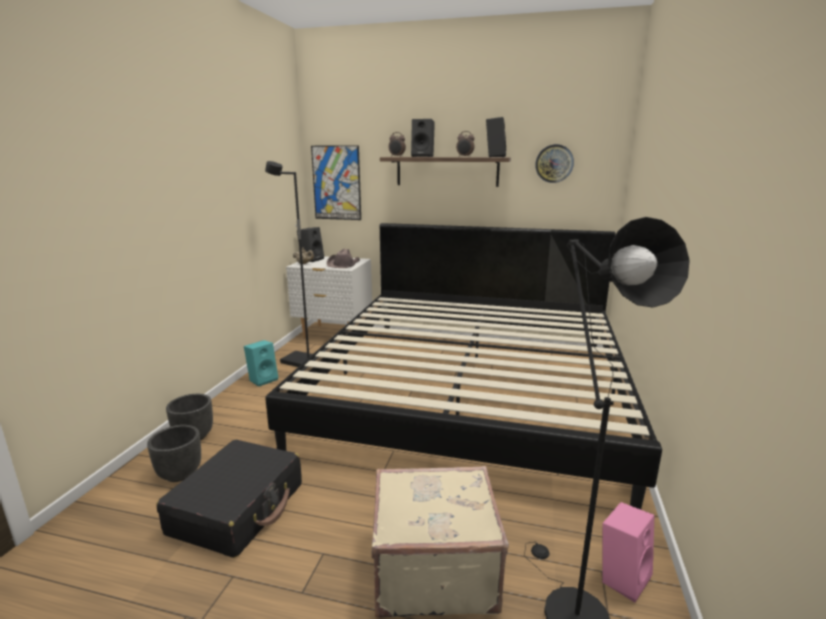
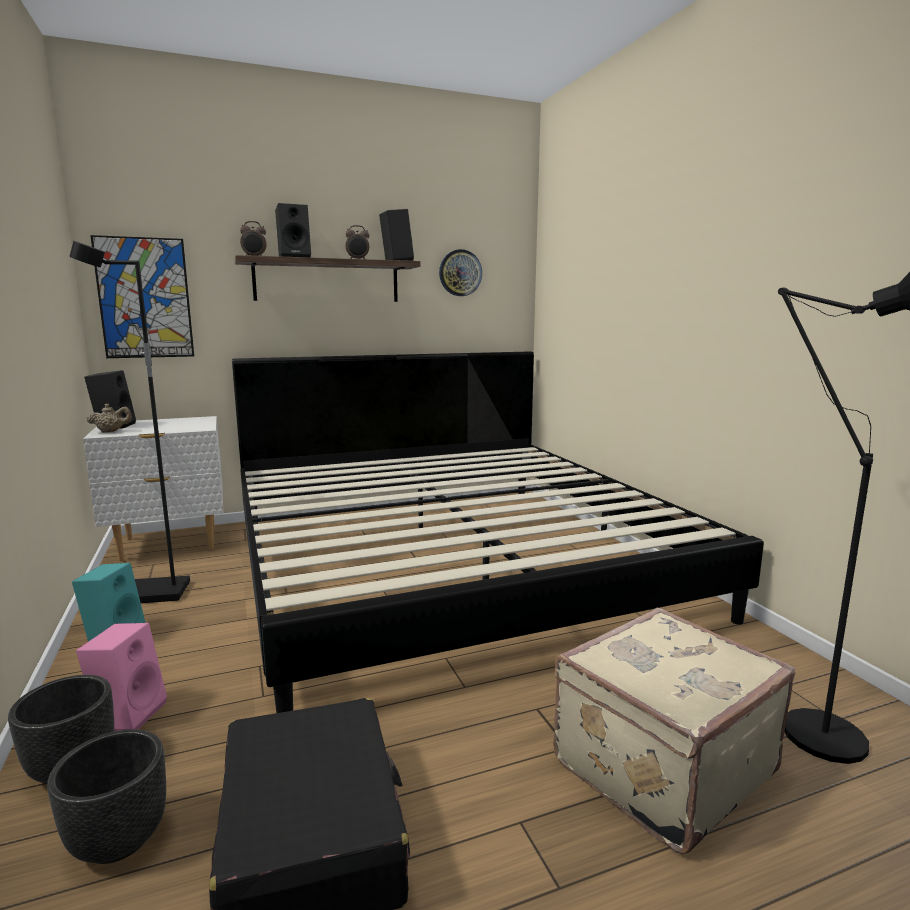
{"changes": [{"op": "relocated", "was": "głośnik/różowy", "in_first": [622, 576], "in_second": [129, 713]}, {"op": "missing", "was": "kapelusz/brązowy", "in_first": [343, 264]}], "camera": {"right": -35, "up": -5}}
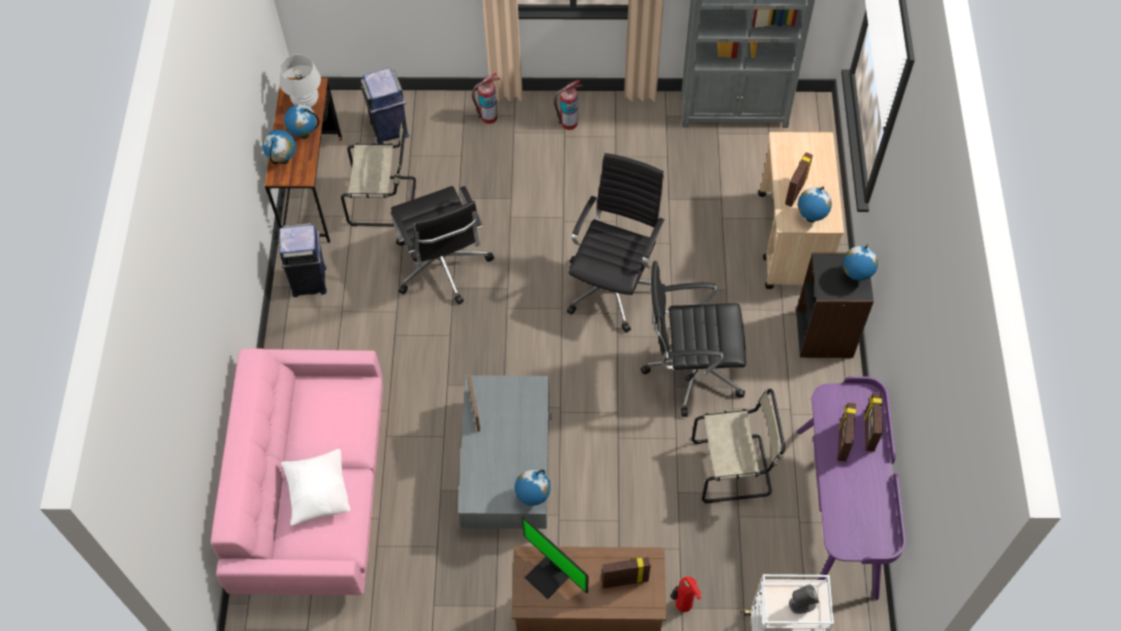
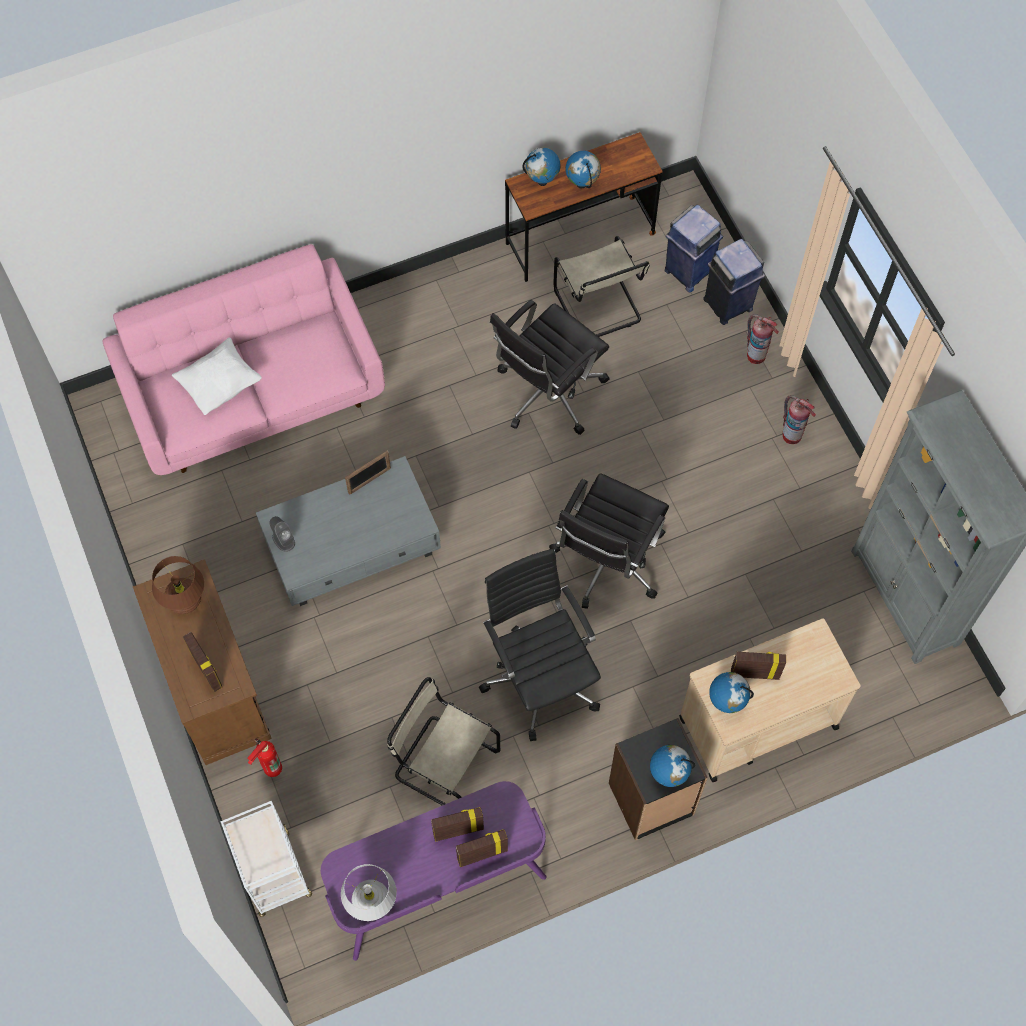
{"changes": [{"op": "exchanged", "was": "monitor", "now": "lampa stołowa/brązowy", "in_first": [549, 576], "in_second": [185, 602]}, {"op": "relocated", "was": "głośnik/szary", "in_first": [802, 603], "in_second": [283, 540]}, {"op": "relocated", "was": "lampa stołowa/biały", "in_first": [306, 102], "in_second": [372, 903]}, {"op": "spun", "was": "krzesło/beżowy", "in_first": [734, 468], "in_second": [443, 763], "clockwise": 150}, {"op": "spun", "was": "krzesło biurowe/czarny", "in_first": [614, 285], "in_second": [607, 562], "clockwise": 120}, {"op": "relocated", "was": "kosz na śmieci/niebieski", "in_first": [310, 281], "in_second": [728, 305]}, {"op": "missing", "was": "globus", "in_first": [533, 497]}], "camera": {"right": 65, "up": 5}}
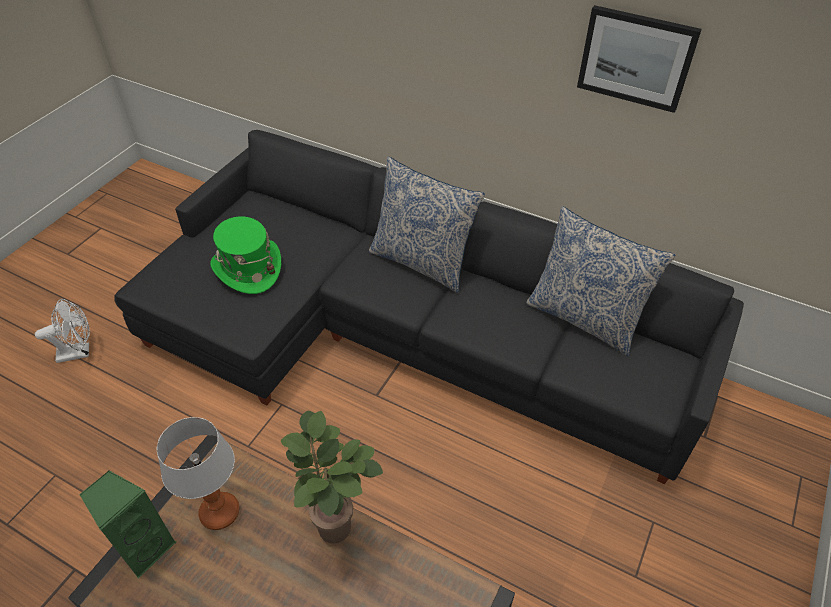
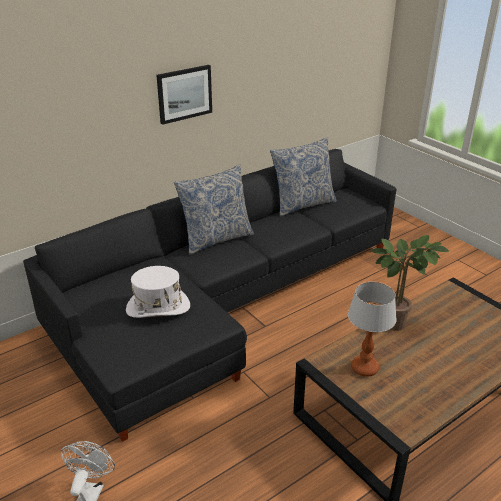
{"changes": [{"op": "colour", "was": "kapelusz/zielony", "now": "kapelusz/biały", "in_first": [247, 268], "in_second": [158, 307]}, {"op": "relocated", "was": "obraz", "in_first": [636, 58], "in_second": [184, 94]}, {"op": "missing", "was": "głośnik/zielony", "in_first": [145, 547]}], "camera": {"right": -65, "up": -15}}
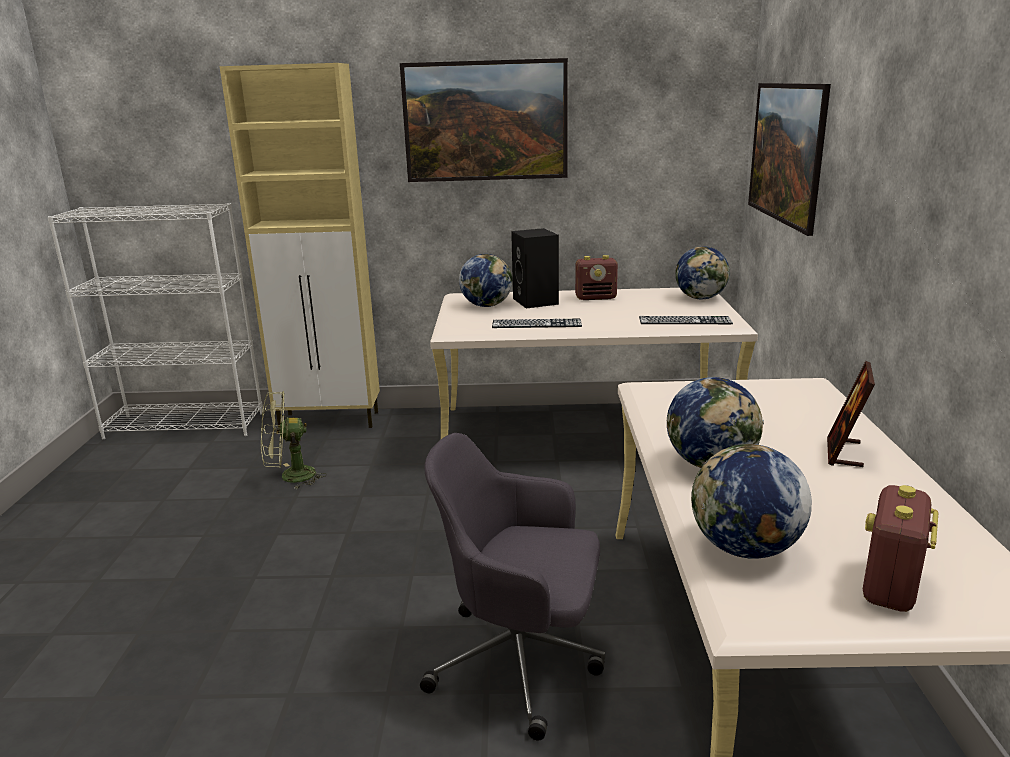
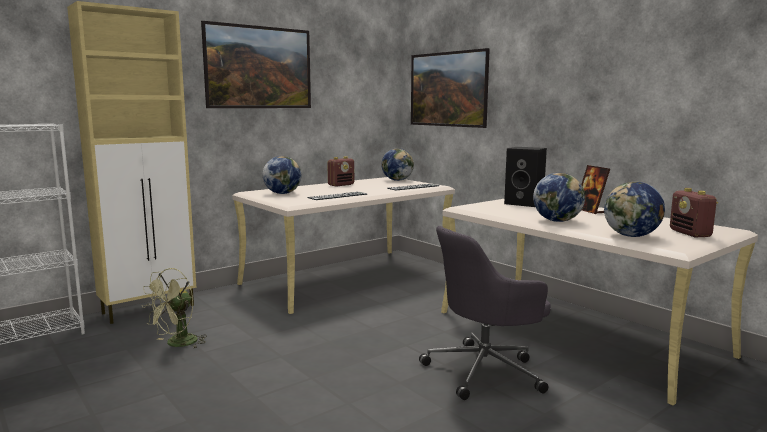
{"changes": [{"op": "relocated", "was": "głośnik/czarny", "in_first": [536, 301], "in_second": [525, 203]}], "camera": {"right": -40, "up": -10}}
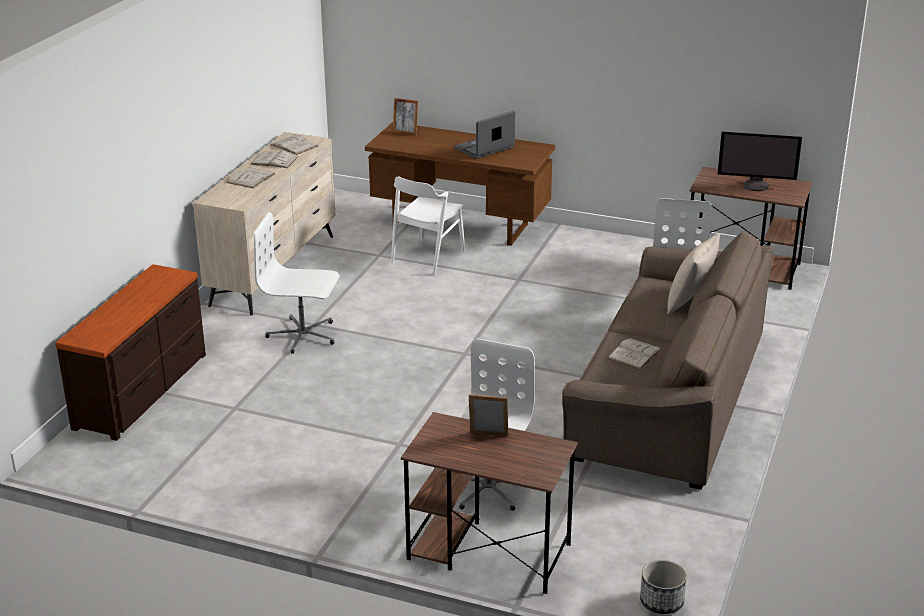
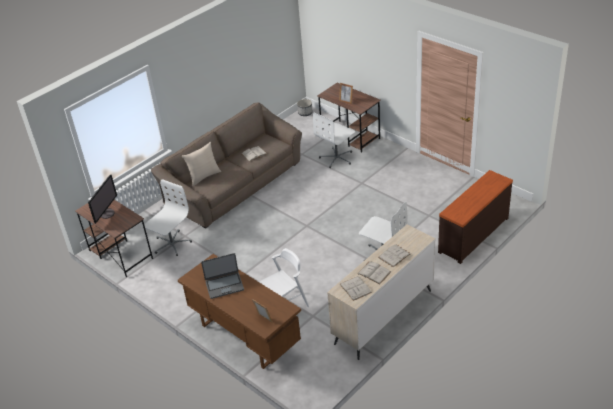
{"changes": [{"op": "spun", "was": "monitor", "in_first": [756, 185], "in_second": [106, 213], "clockwise": 75}], "camera": {"right": -155, "up": 10}}
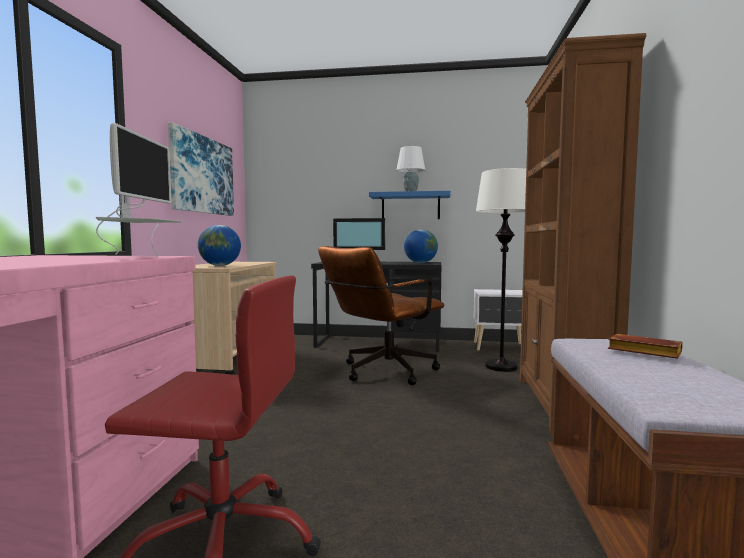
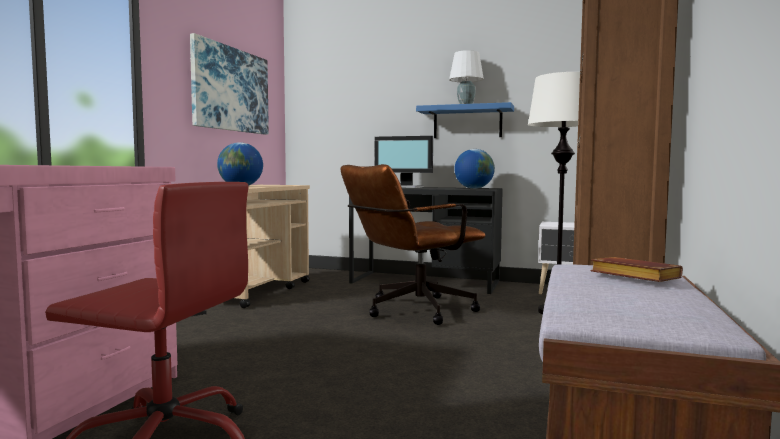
{"changes": [{"op": "missing", "was": "monitor", "in_first": [142, 257]}], "camera": {"right": 10, "up": 0}}
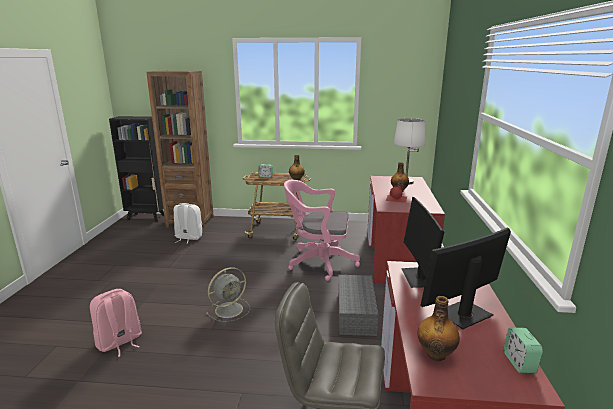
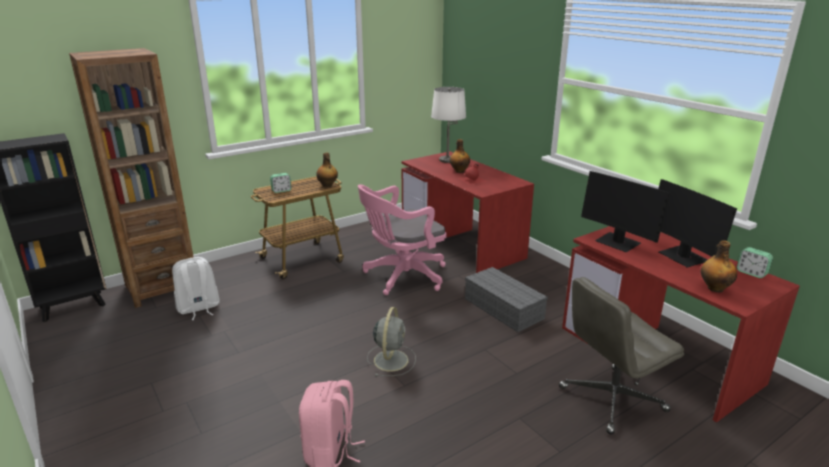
{"changes": [{"op": "spun", "was": "monitor", "in_first": [463, 314], "in_second": [682, 257], "clockwise": -45}], "camera": {"right": -40, "up": 5}}
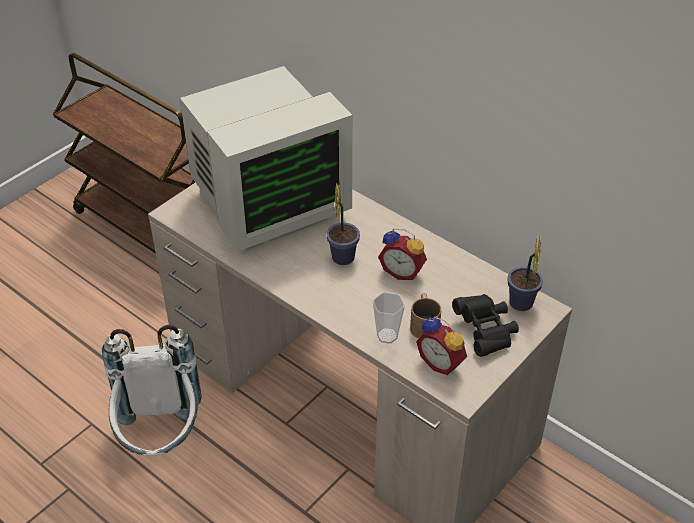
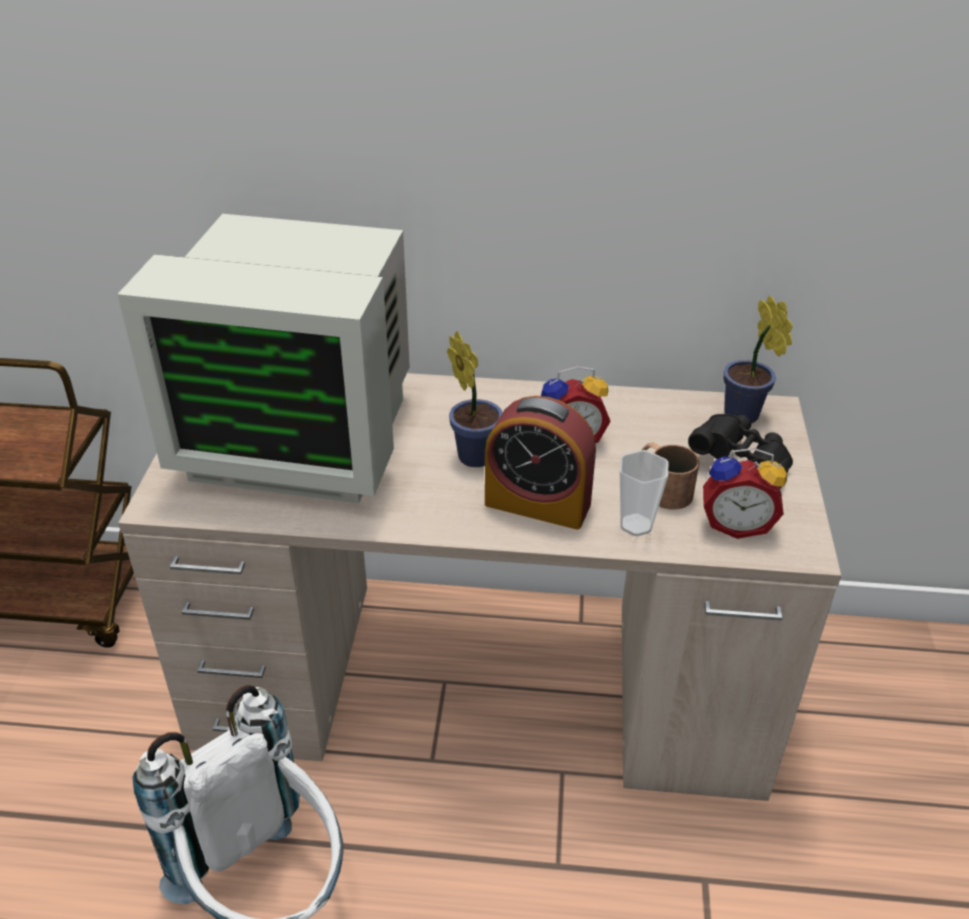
{"changes": [{"op": "spun", "was": "monitor", "in_first": [266, 205], "in_second": [301, 437], "clockwise": 75}, {"op": "appeared", "now": "budzik", "in_second": [537, 504]}], "camera": {"right": -35, "up": -5}}
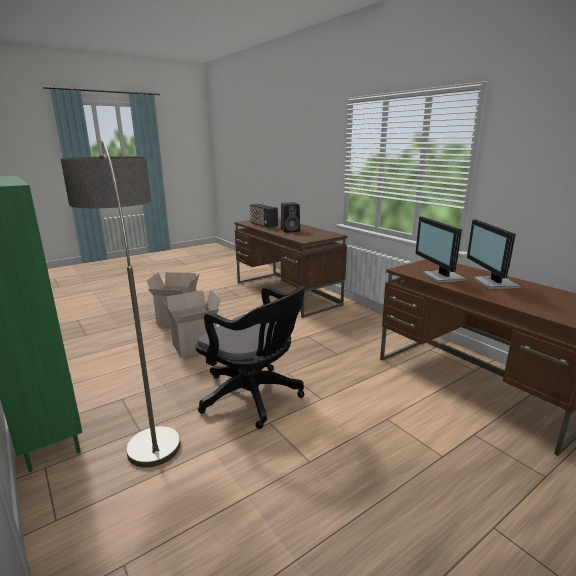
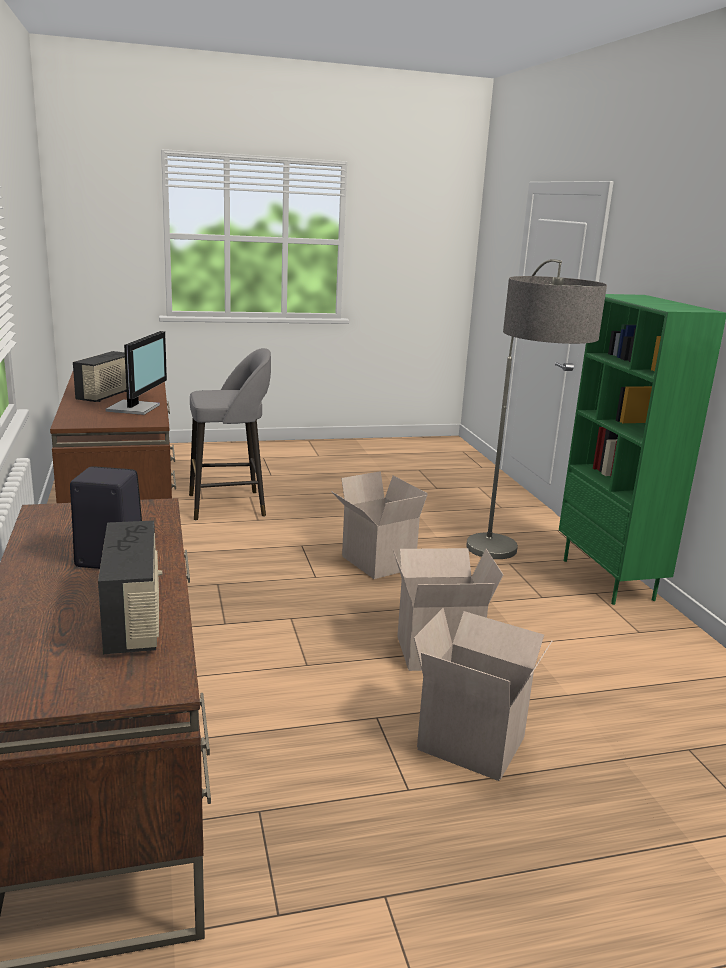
{"changes": [{"op": "exchanged", "was": "monitor", "now": "radio", "in_first": [493, 283], "in_second": [106, 396]}, {"op": "appeared", "now": "stołek/szary", "in_second": [229, 505]}, {"op": "exchanged", "was": "krzesło biurowe/czarny", "now": "karton", "in_first": [254, 397], "in_second": [375, 562]}], "camera": {"right": -160, "up": 0}}
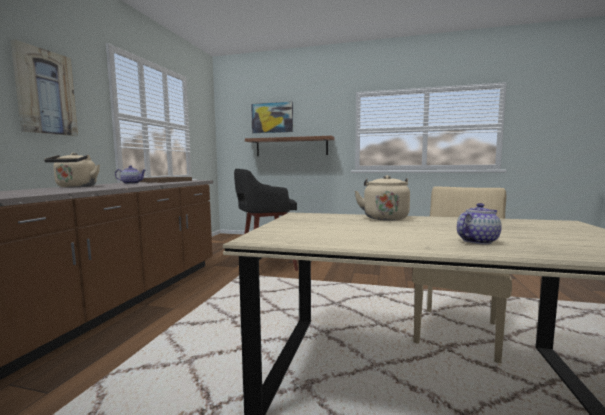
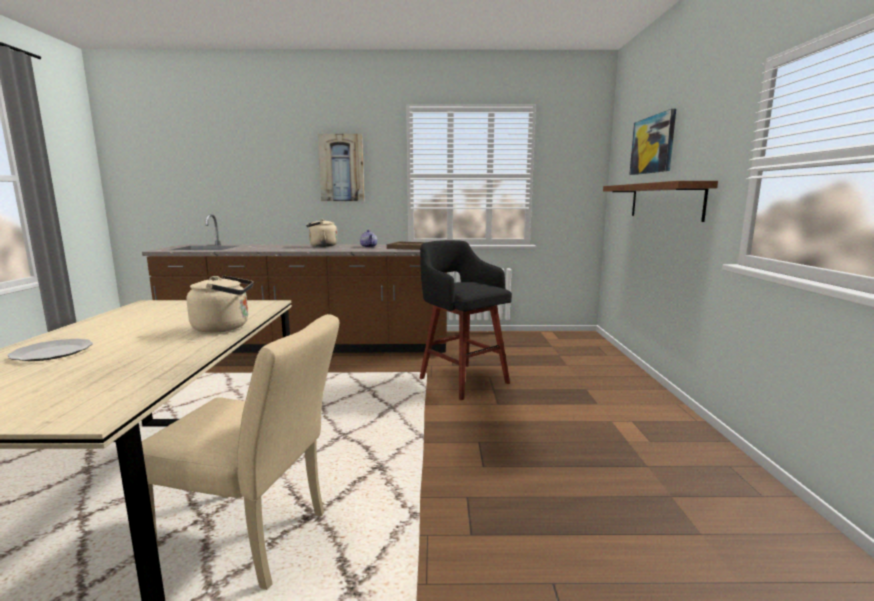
{"changes": [{"op": "exchanged", "was": "imbryk", "now": "talerz", "in_first": [476, 241], "in_second": [53, 352]}], "camera": {"right": 75, "up": 5}}
